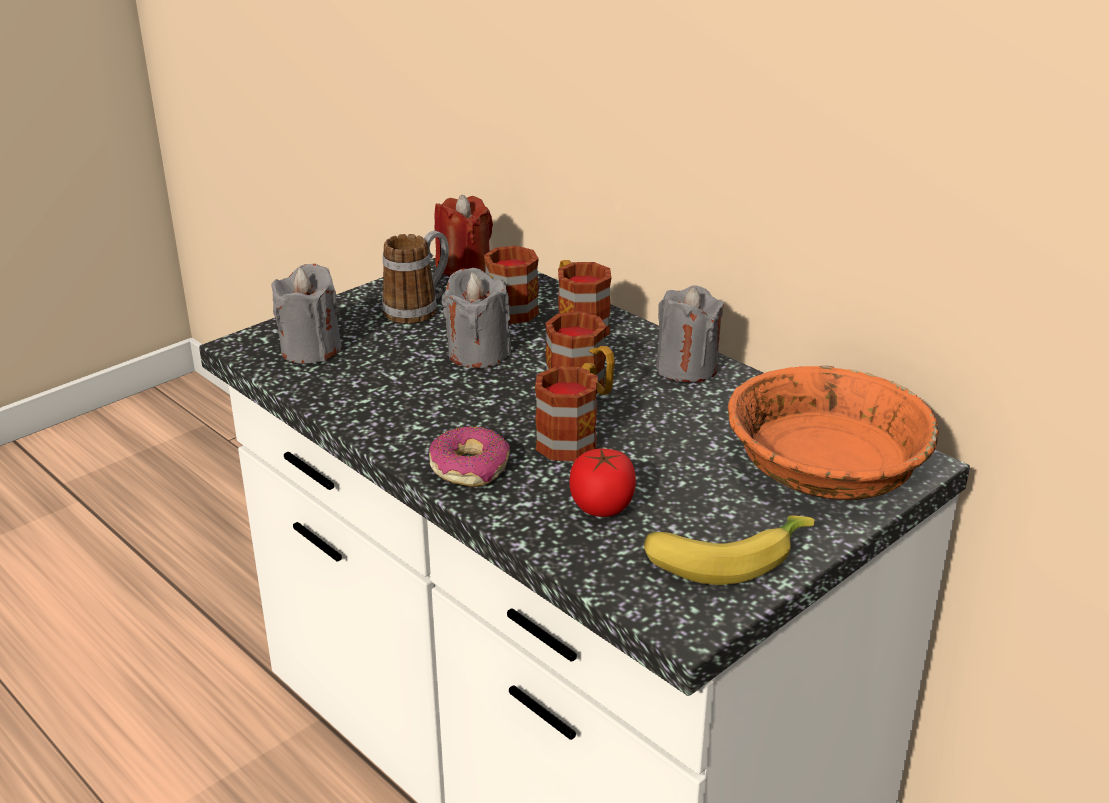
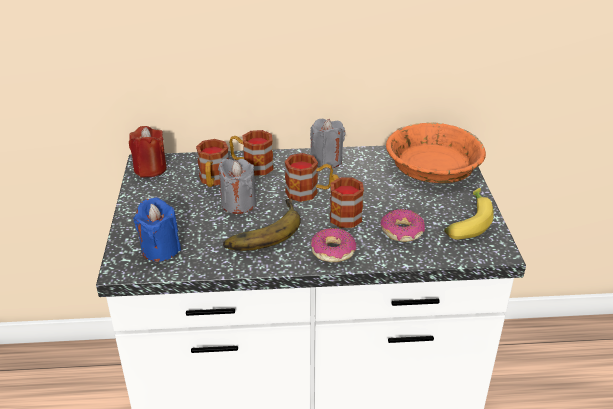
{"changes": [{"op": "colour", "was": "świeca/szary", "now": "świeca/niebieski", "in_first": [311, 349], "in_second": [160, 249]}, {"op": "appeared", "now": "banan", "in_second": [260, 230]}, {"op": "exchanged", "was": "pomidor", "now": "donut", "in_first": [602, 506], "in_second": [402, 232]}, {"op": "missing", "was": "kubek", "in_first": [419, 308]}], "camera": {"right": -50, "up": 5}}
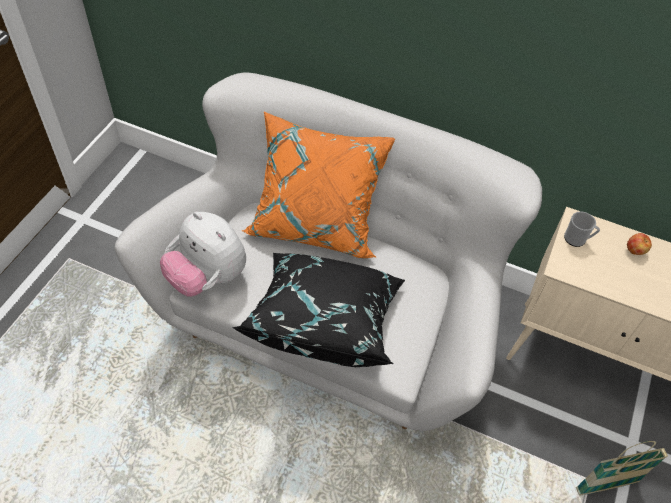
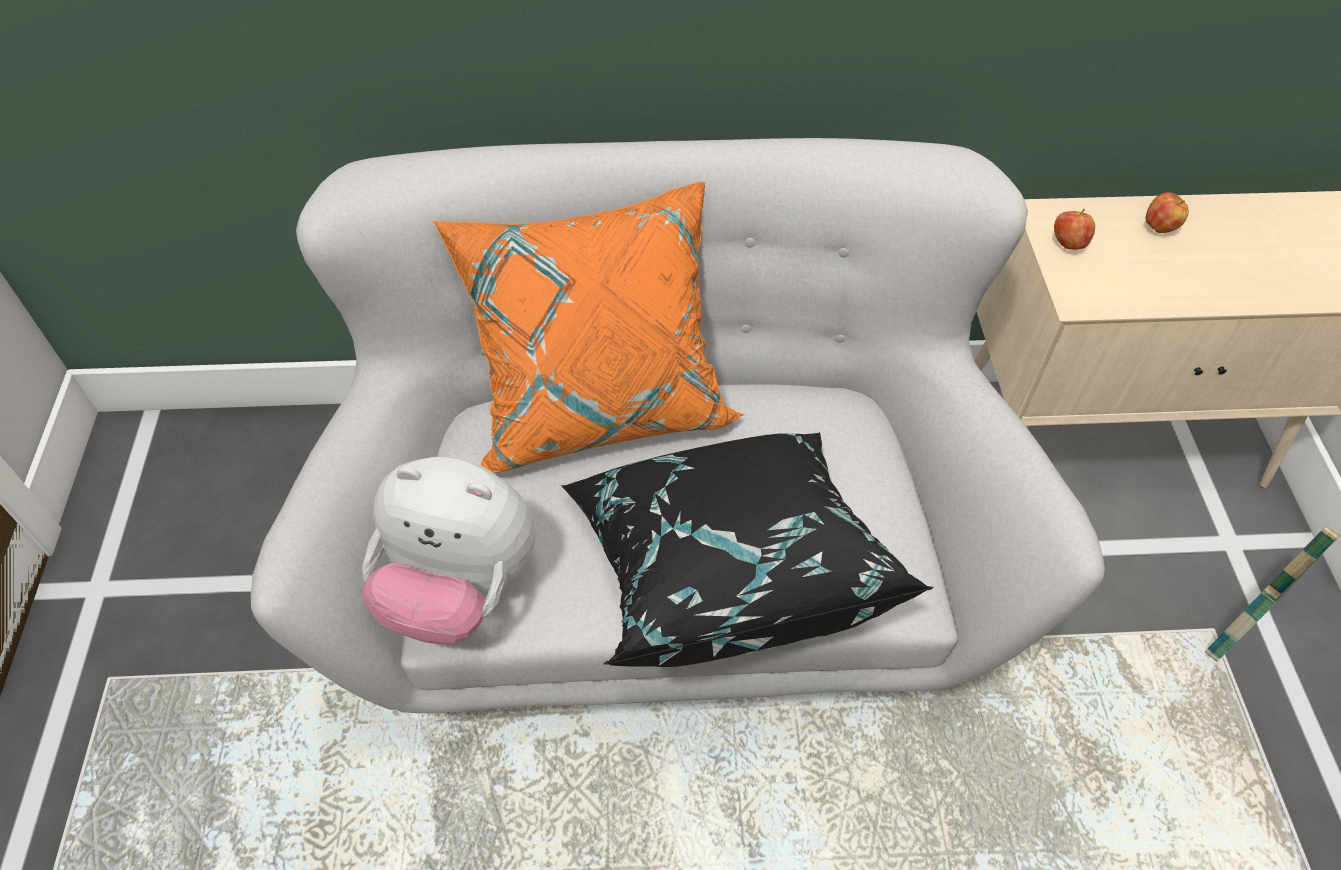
{"changes": [{"op": "exchanged", "was": "kubek", "now": "jabłko", "in_first": [577, 239], "in_second": [1067, 244]}], "camera": {"right": -25, "up": 0}}
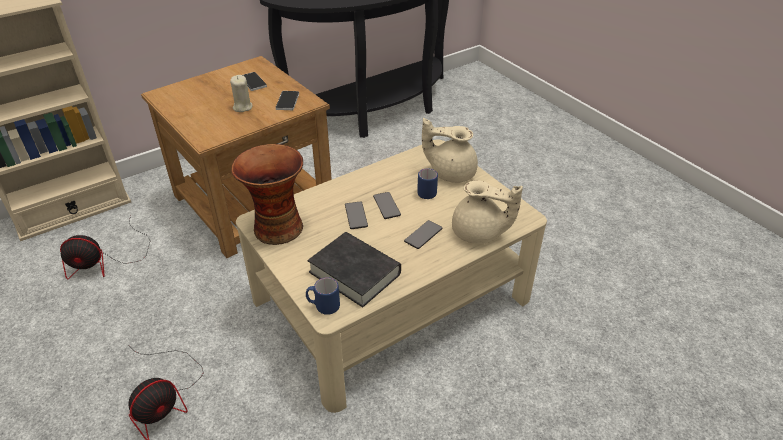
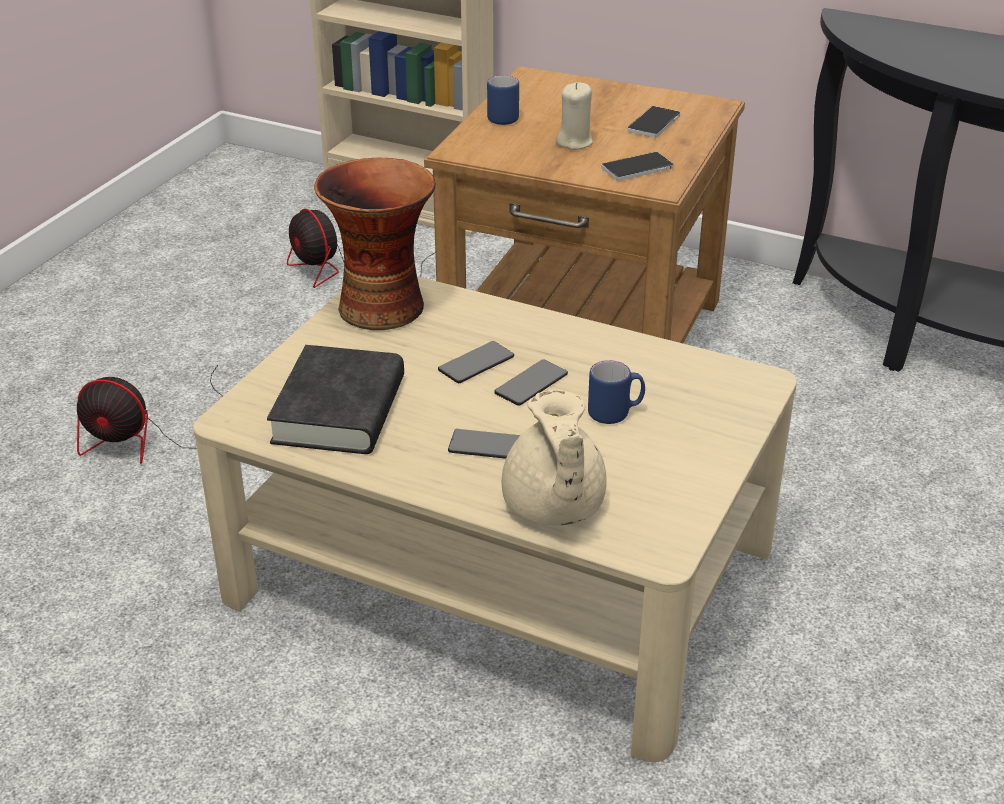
{"changes": [{"op": "relocated", "was": "kubek/niebieski", "in_first": [323, 306], "in_second": [500, 117]}, {"op": "missing", "was": "imbryk/beżowy", "in_first": [451, 172]}], "camera": {"right": 60, "up": -5}}
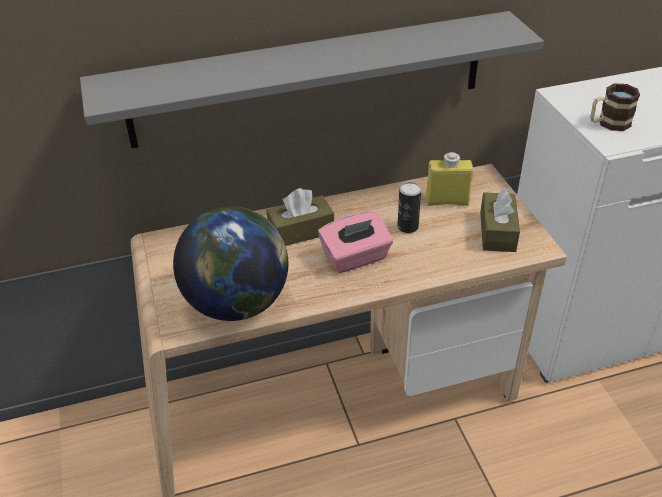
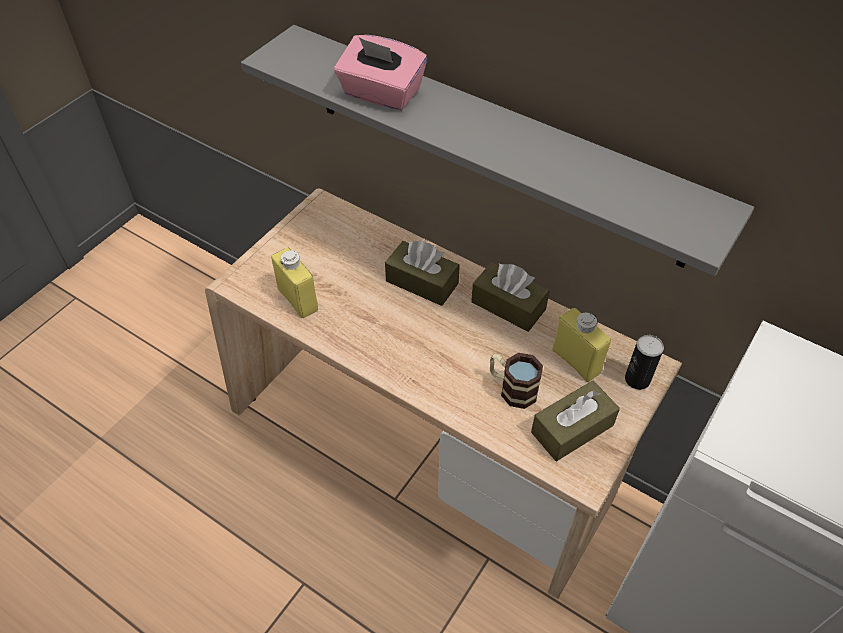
{"changes": [{"op": "exchanged", "was": "globus", "now": "butelka/żółty", "in_first": [237, 303], "in_second": [298, 299]}, {"op": "relocated", "was": "pudełko chusteczek/różowy", "in_first": [355, 258], "in_second": [381, 94]}, {"op": "appeared", "now": "pudełko chusteczek/brązowy", "in_second": [508, 305]}, {"op": "relocated", "was": "kubek", "in_first": [608, 124], "in_second": [512, 388]}, {"op": "relocated", "was": "puszka", "in_first": [407, 226], "in_second": [637, 379]}], "camera": {"right": 50, "up": 10}}
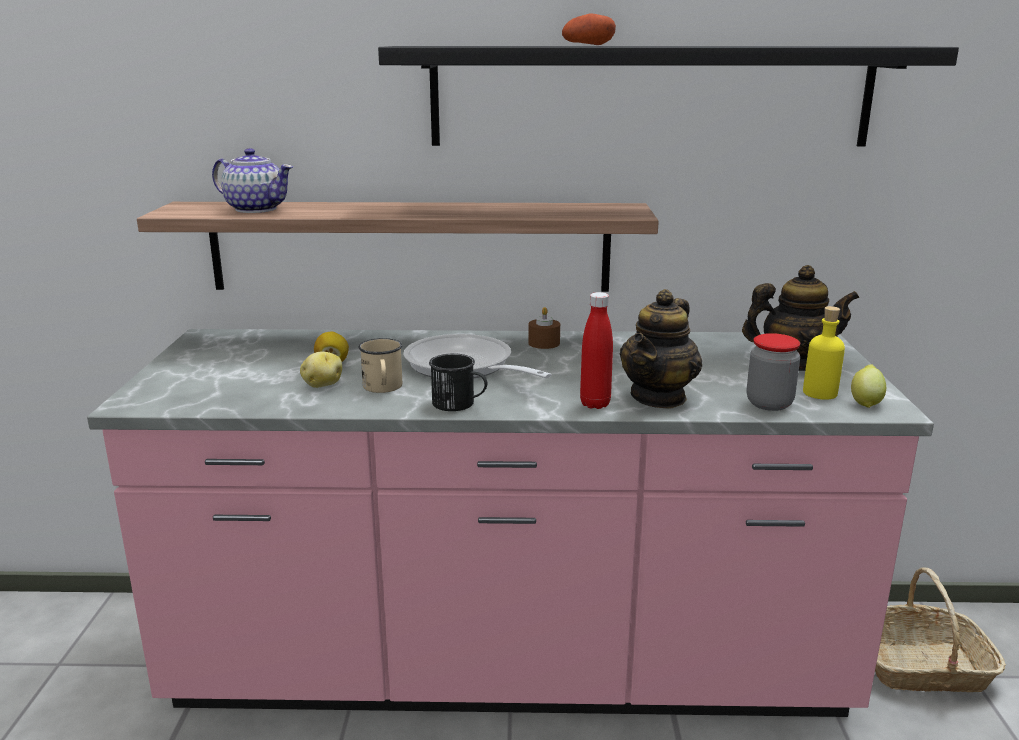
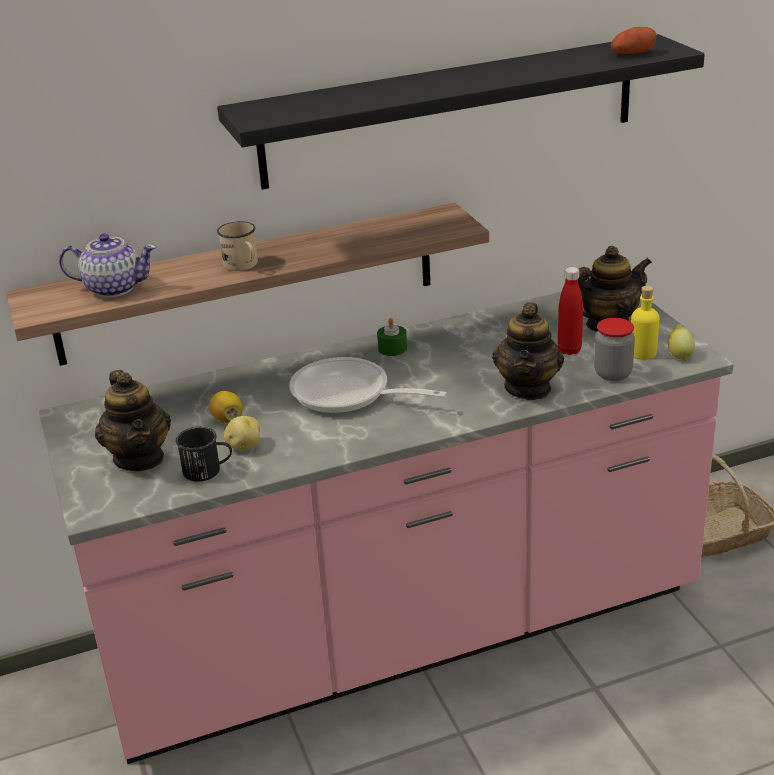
{"changes": [{"op": "appeared", "now": "imbryk", "in_second": [139, 458]}, {"op": "relocated", "was": "kubek/czarny", "in_first": [459, 404], "in_second": [208, 471]}, {"op": "relocated", "was": "kubek/beżowy", "in_first": [383, 388], "in_second": [243, 266]}, {"op": "colour", "was": "świeca/brązowy", "now": "świeca/zielony", "in_first": [544, 343], "in_second": [392, 349]}, {"op": "relocated", "was": "butelka/czerwony", "in_first": [595, 404], "in_second": [569, 350]}, {"op": "relocated", "was": "ziemniak", "in_first": [588, 45], "in_second": [633, 53]}], "camera": {"right": -20, "up": 10}}
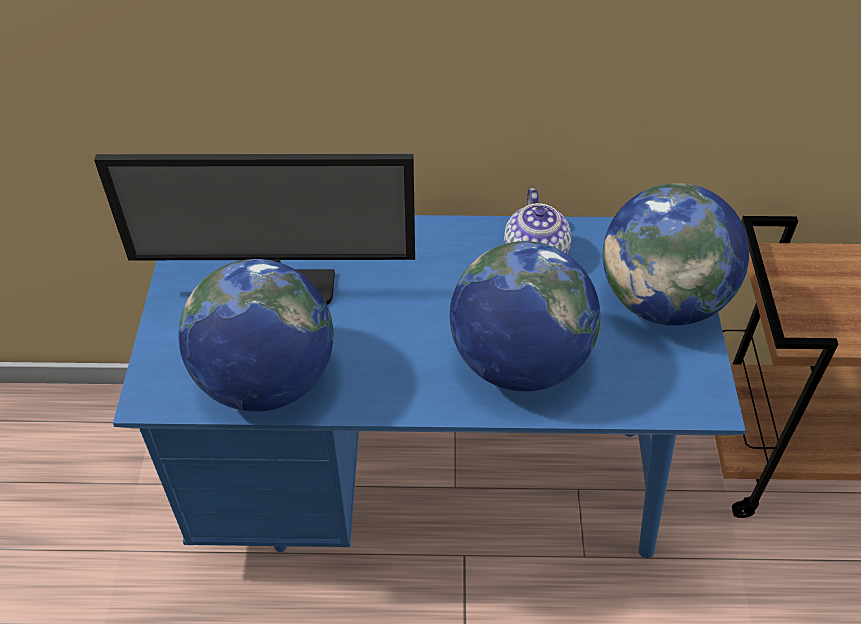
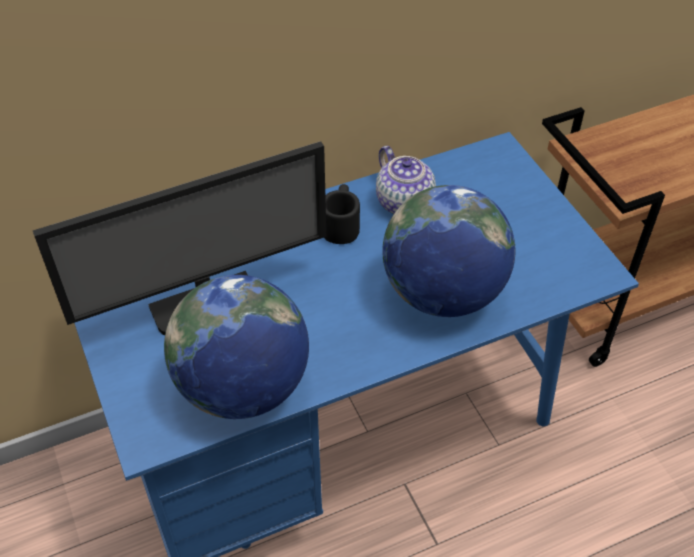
{"changes": [{"op": "appeared", "now": "kubek/czarny", "in_second": [341, 225]}, {"op": "missing", "was": "globus", "in_first": [662, 301]}], "camera": {"right": -25, "up": 0}}
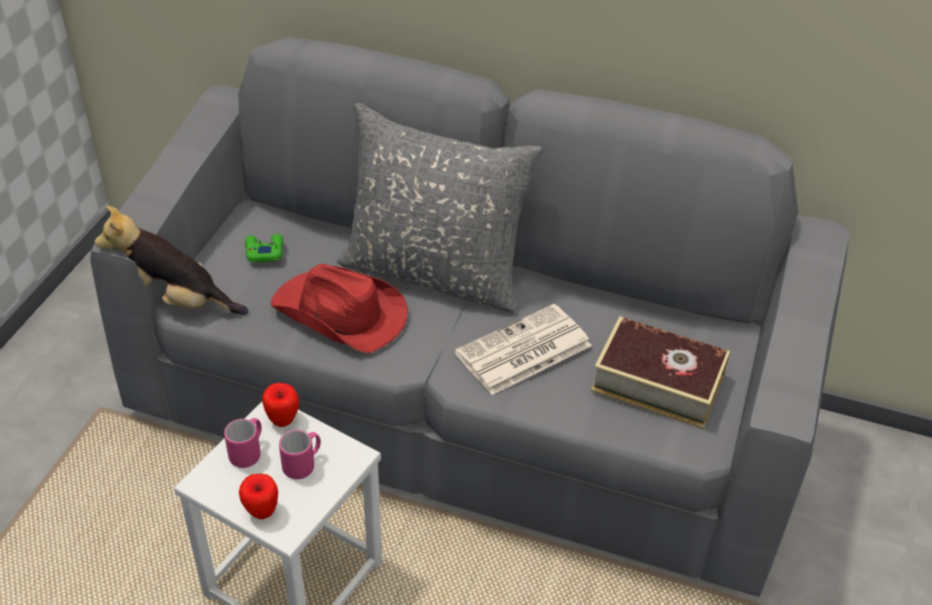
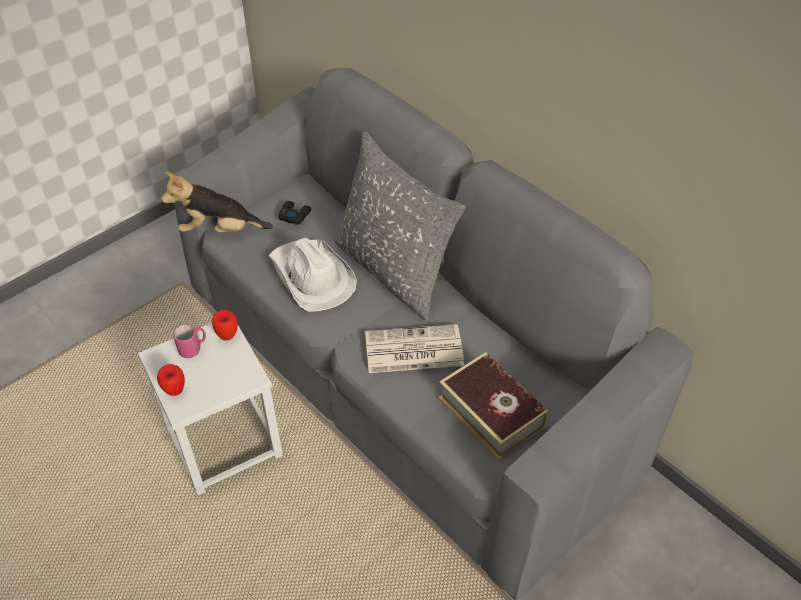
{"changes": [{"op": "spun", "was": "pluszak", "in_first": [176, 301], "in_second": [219, 230], "clockwise": -45}, {"op": "colour", "was": "kapelusz/czerwony", "now": "kapelusz/biały", "in_first": [340, 314], "in_second": [311, 277]}, {"op": "colour", "was": "pad do gier/zielony", "now": "pad do gier/czarny", "in_first": [264, 251], "in_second": [294, 215]}, {"op": "missing", "was": "kubek/różowy", "in_first": [303, 464]}], "camera": {"right": 30, "up": 5}}
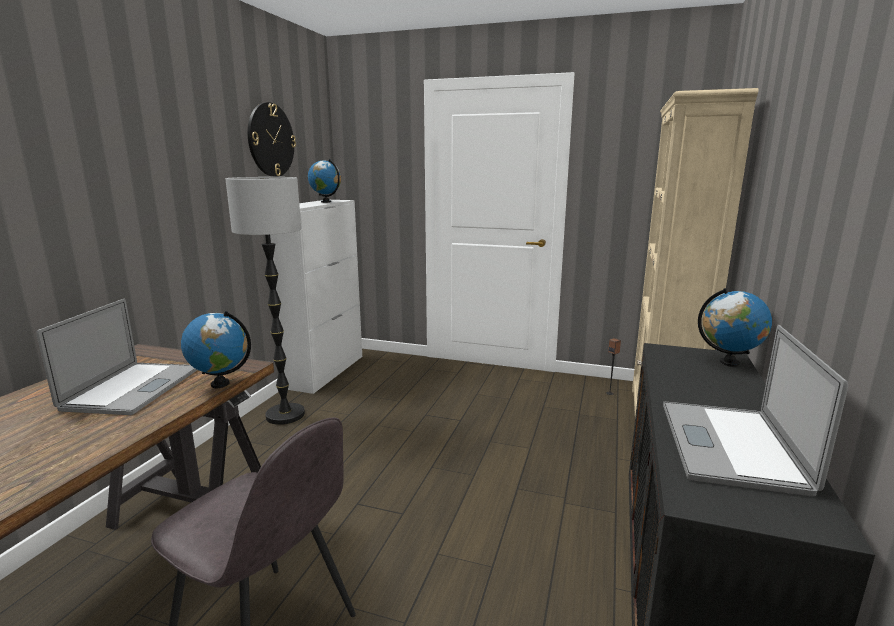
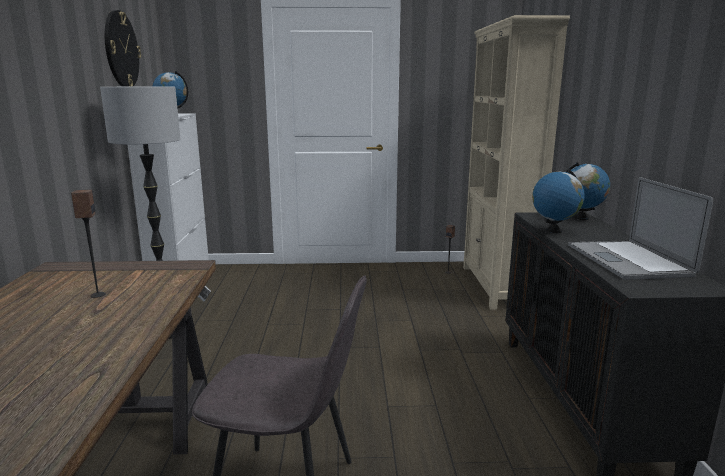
{"changes": [{"op": "exchanged", "was": "laptop", "now": "głośnik", "in_first": [133, 388], "in_second": [97, 295]}, {"op": "relocated", "was": "globus", "in_first": [220, 384], "in_second": [553, 231]}], "camera": {"right": -20, "up": 0}}
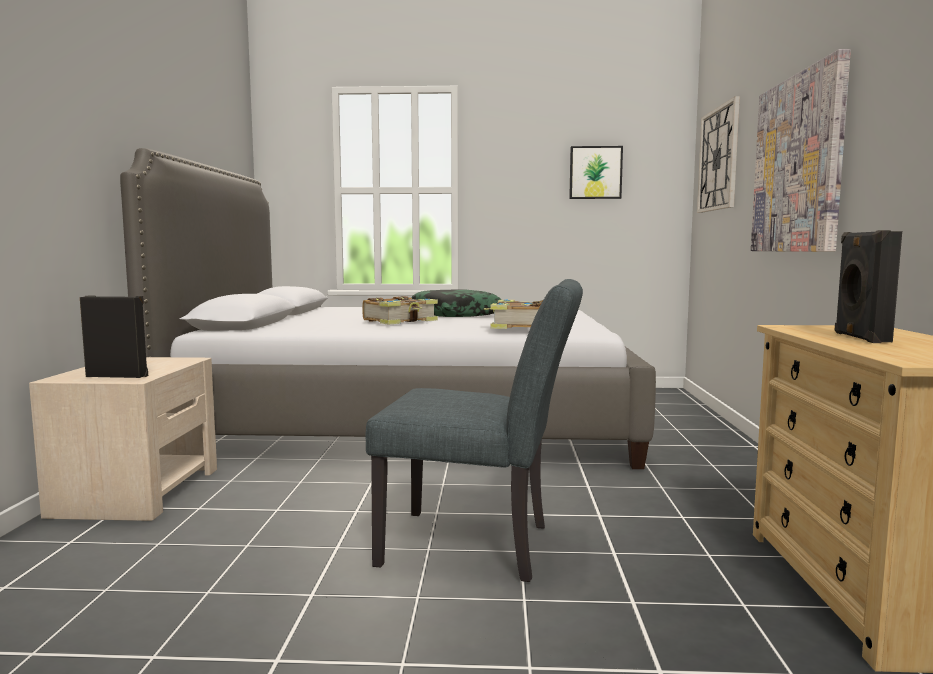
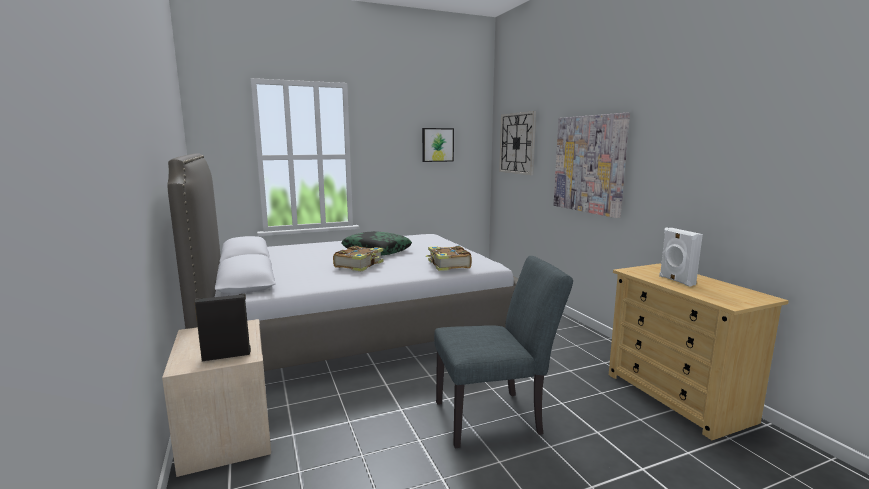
{"changes": [{"op": "colour", "was": "głośnik/czarny", "now": "głośnik/biały", "in_first": [859, 337], "in_second": [676, 280]}], "camera": {"right": -25, "up": 5}}
